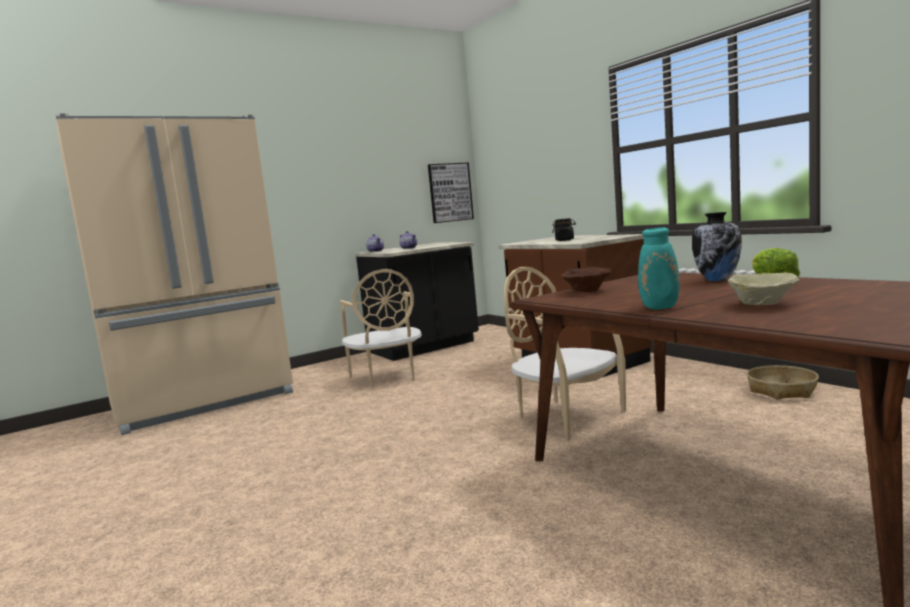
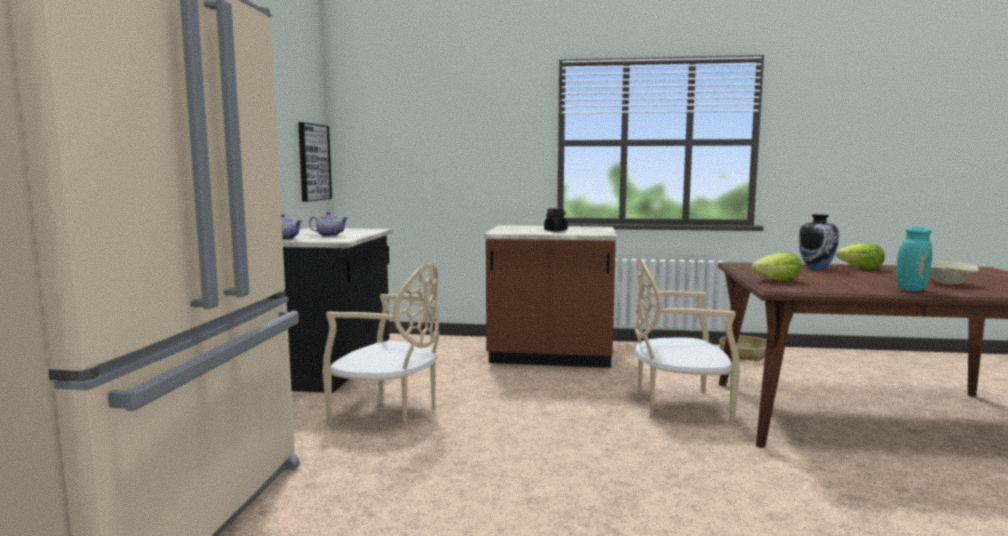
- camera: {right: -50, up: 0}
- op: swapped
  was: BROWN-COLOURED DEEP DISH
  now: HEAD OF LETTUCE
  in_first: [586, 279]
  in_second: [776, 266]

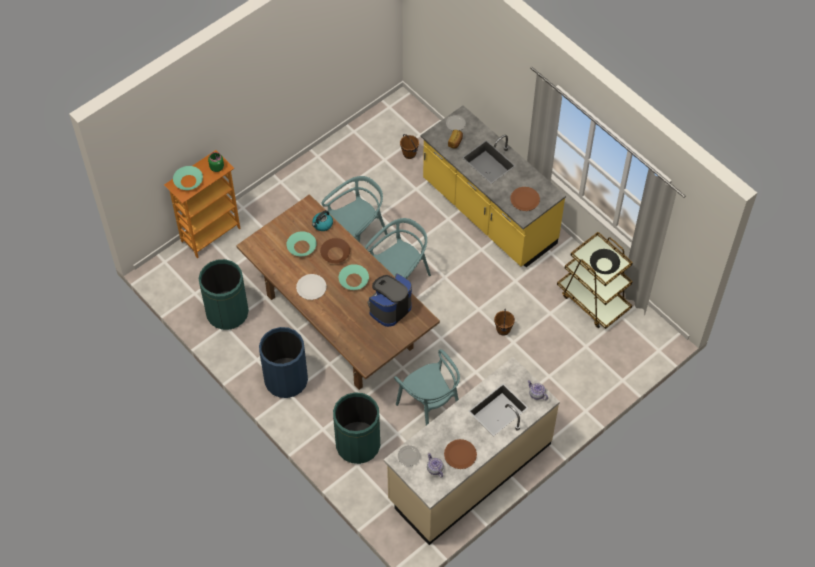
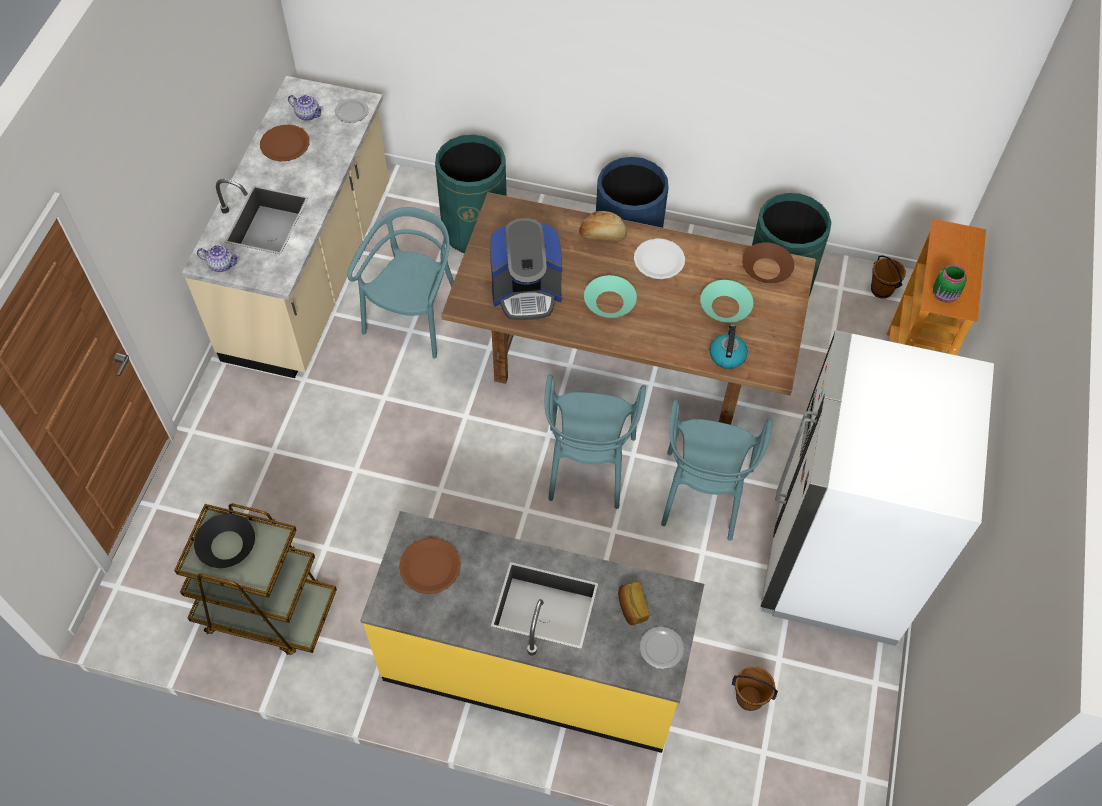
- camera: {right: 145, up: 0}
- op: gone
  was: BLUE-GREEN DEEP DISH
  in_first: [188, 178]
- op: shifted
  was: BROWN-COLOURED DEEP DISH
  in_first: [335, 250]
  in_second: [768, 262]
- op: rotated
  was: COFFEE BREWER
  in_first: [390, 300]
  in_second: [526, 269]
  clockwise: 75
- op: shifted
  was: BROWN-COLOURED PAIL
  in_first: [504, 322]
  in_second: [888, 277]
- op: rotated
  was: BLUE-GREEN CHAIR
  in_first: [427, 387]
  in_second: [400, 283]
  clockwise: 90
- op: new
  now: BAKED BREAD
  in_second: [603, 226]
- op: new
  now: WHITISH KITCHEN FRIDGE
  in_second: [877, 488]

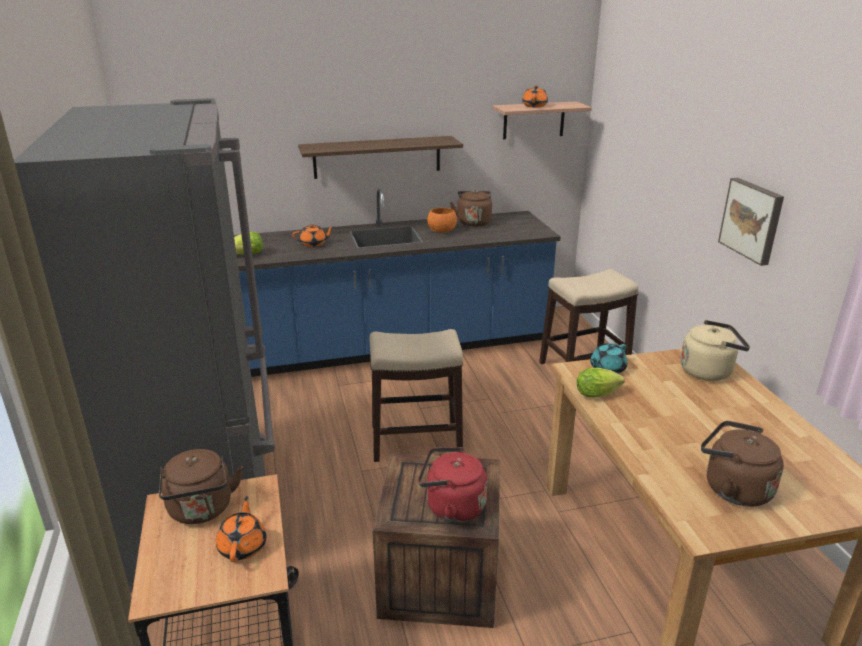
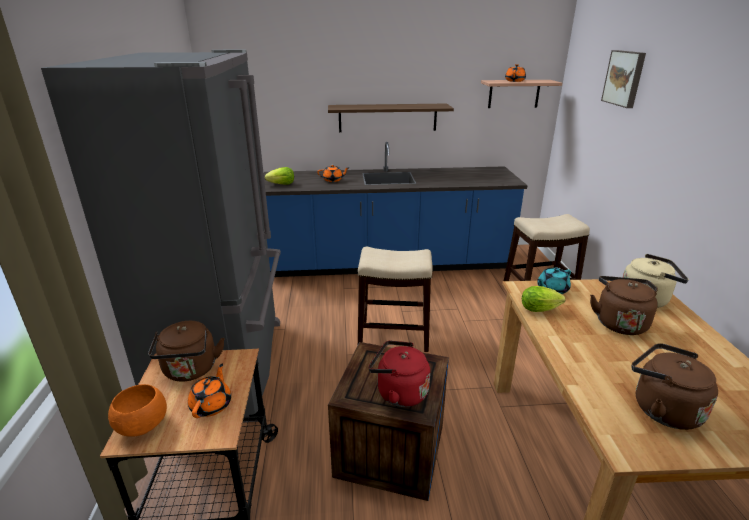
- camera: {right: 10, up: 0}
- op: shifted
  was: WALL ART
  in_first: [751, 222]
  in_second: [623, 79]
- op: shifted
  was: BROWN-COLOURED TEA KETTLE
  in_first: [471, 208]
  in_second: [624, 305]
- op: shifted
  was: ORANGE-COLOURED DEEP DISH
  in_first: [442, 220]
  in_second: [137, 410]

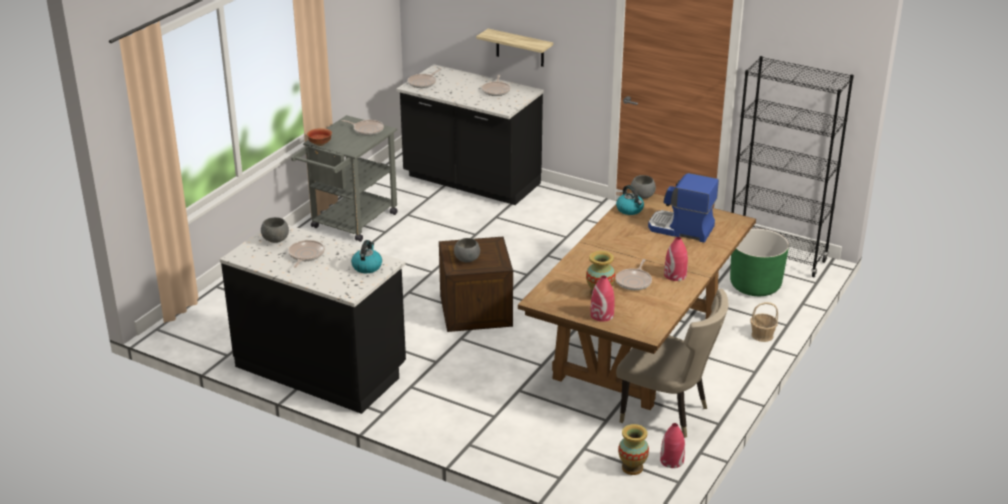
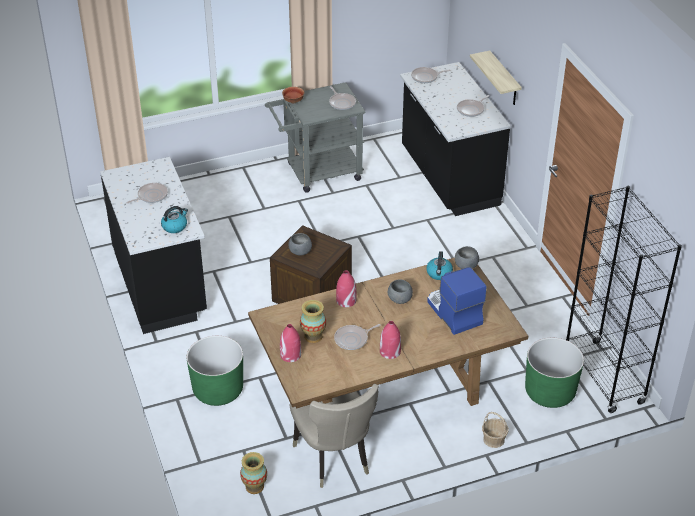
- camera: {right: 40, up: 10}
- op: shifted
  was: GRAY DEEP DISH
  in_first: [275, 230]
  in_second: [400, 291]
- op: shifted
  was: RED-COLOURED DECORATIVE VASE
  in_first: [672, 445]
  in_second: [346, 288]
- op: new
  now: GREEN-COLOURED PLANT POT
  in_second: [214, 371]

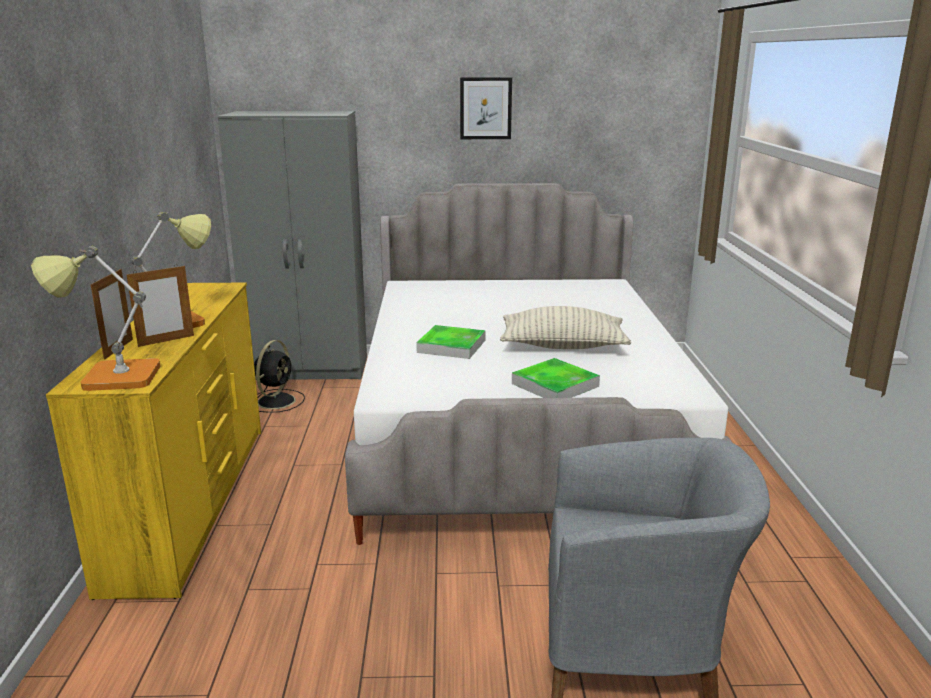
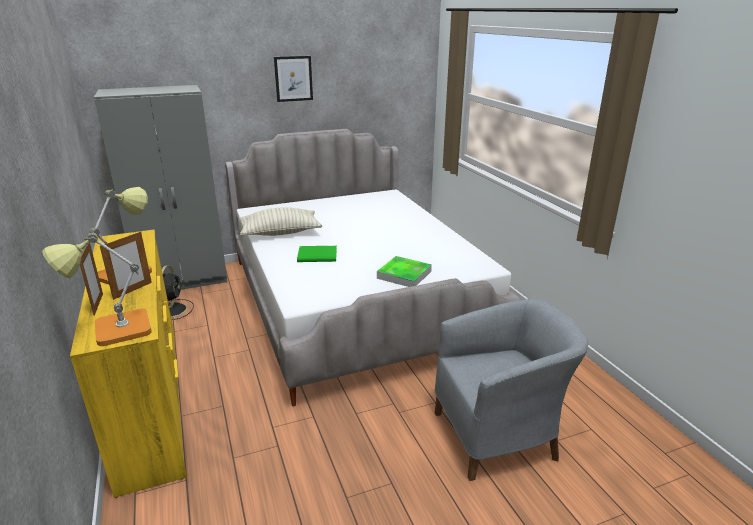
- camera: {right: -20, up: 5}
- op: shifted
  was: PILLOW
  in_first: [565, 327]
  in_second: [280, 221]
- op: swapped
  was: CARRYING TRAY
  now: GREEN-COLOURED BOOK
  in_first: [451, 342]
  in_second: [317, 254]

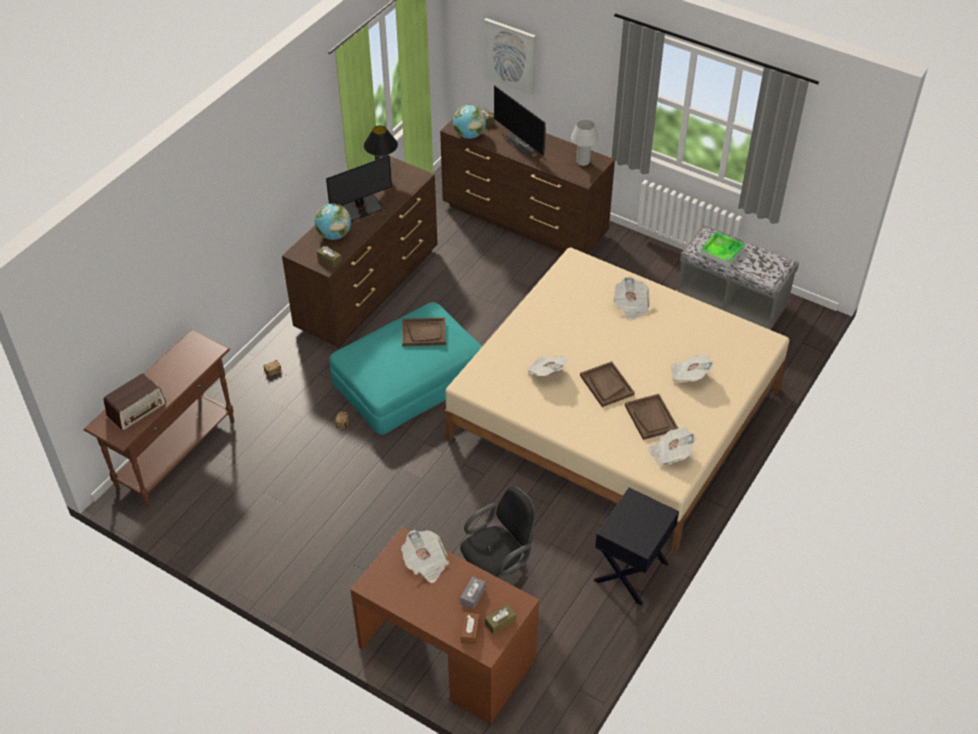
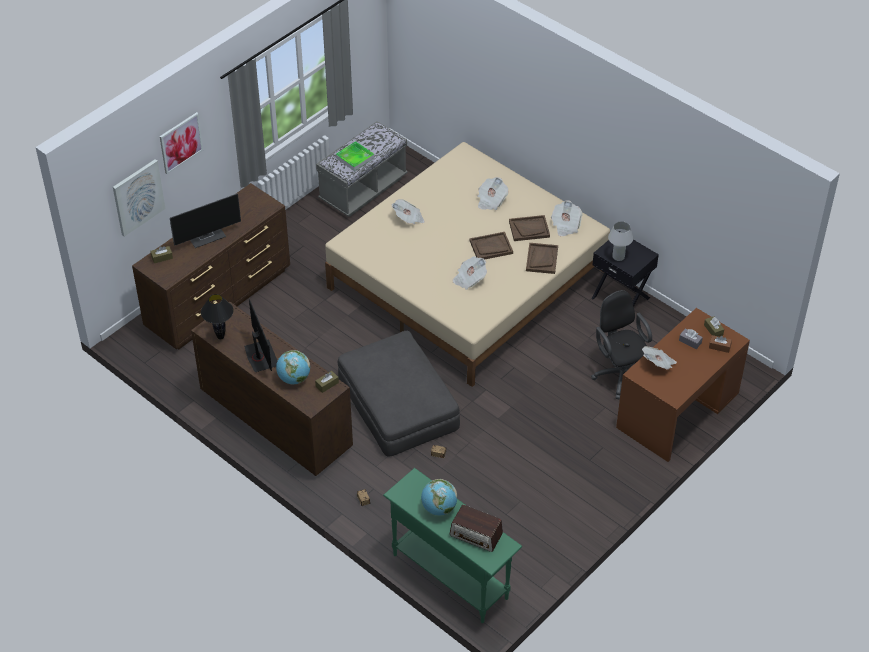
- camera: {right: -80, up: 0}
- op: shifted
  was: DESK GLOBE
  in_first: [469, 122]
  in_second: [439, 497]
- op: shifted
  was: WHITISH TABLE LAMP
  in_first: [584, 142]
  in_second: [620, 241]
- op: repainted
  was: BLUE-GREEN POUFFE
  now: GRAY POUFFE
  in_first: [405, 368]
  in_second: [399, 394]
- op: shifted
  was: BROWN-COLOURED CARRYING TRAY
  in_first: [424, 332]
  in_second: [542, 258]
- op: repainted
  was: BROWN-COLOURED HALL TABLE
  now: GREEN-COLOURED HALL TABLE
  in_first: [159, 419]
  in_second: [452, 545]
- op: rotated
  was: RADIO RECEIVER
  in_first: [135, 401]
  in_second: [476, 528]
  clockwise: 150
- op: new
  now: WALL ART
  in_second: [181, 143]

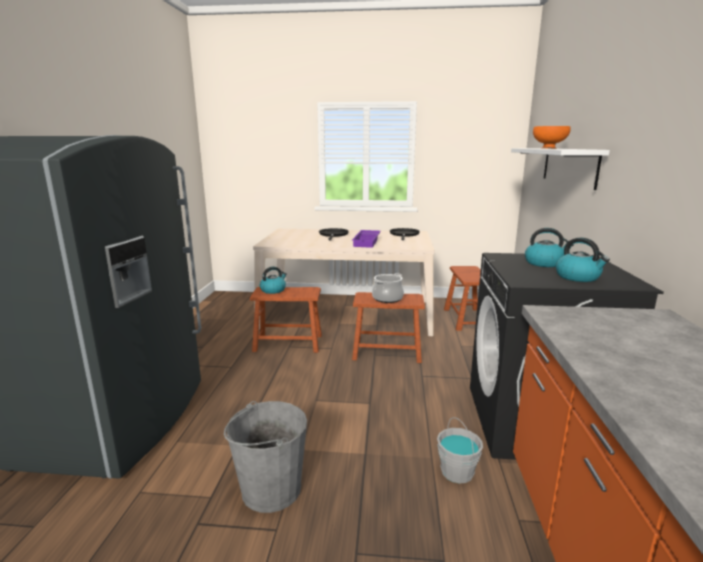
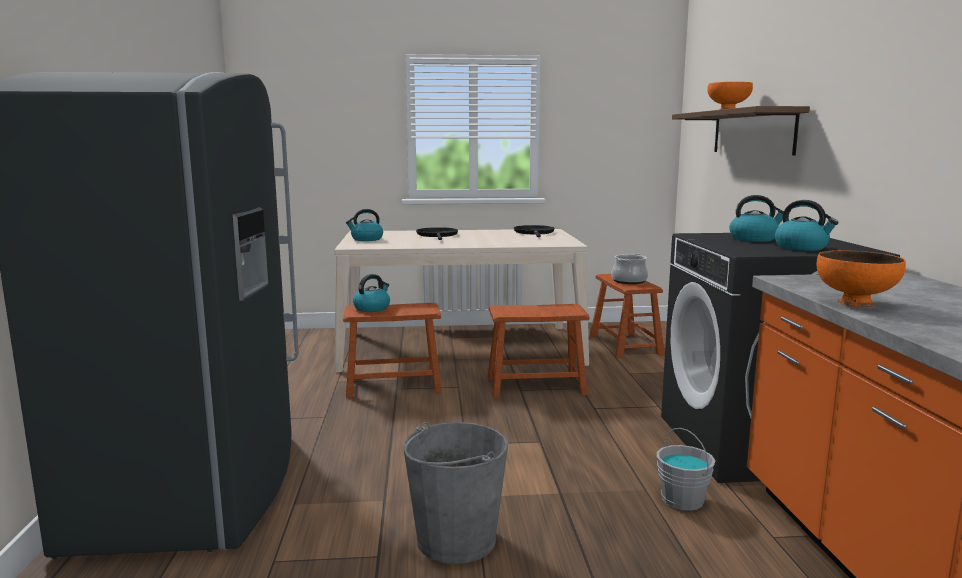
- camera: {right: -10, up: -5}
- op: repainted
  was: WHITISH SHELF
  now: BROWN-COLOURED SHELF
  in_first: [560, 169]
  in_second: [741, 130]
- op: gone
  was: PURPLISH CARRYING TRAY
  in_first: [366, 239]
- op: shifted
  was: STOCKPOT
  in_first: [388, 288]
  in_second: [629, 268]
- op: new
  now: TEA KETTLE
  in_second: [364, 225]
- op: new
  now: ORANGE-COLOURED DEEP DISH
  in_second: [861, 279]

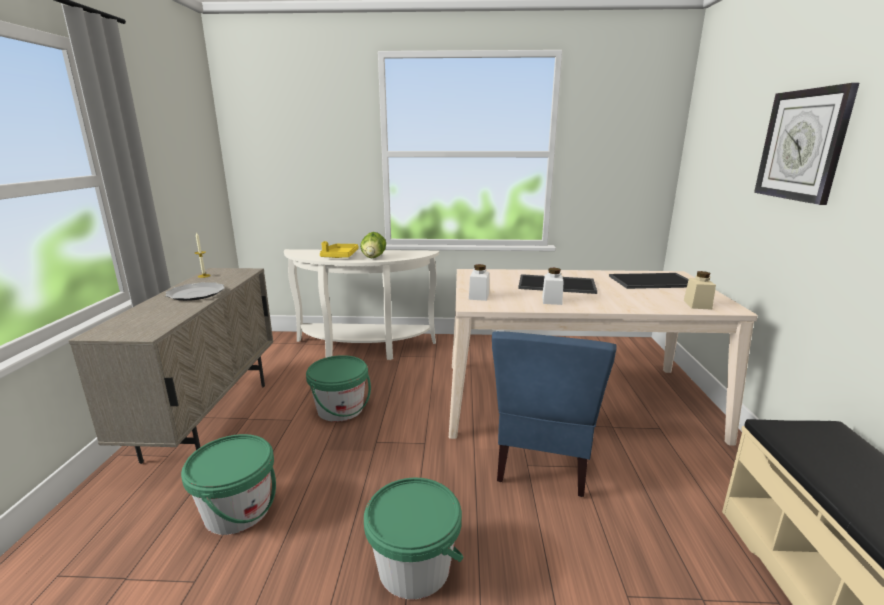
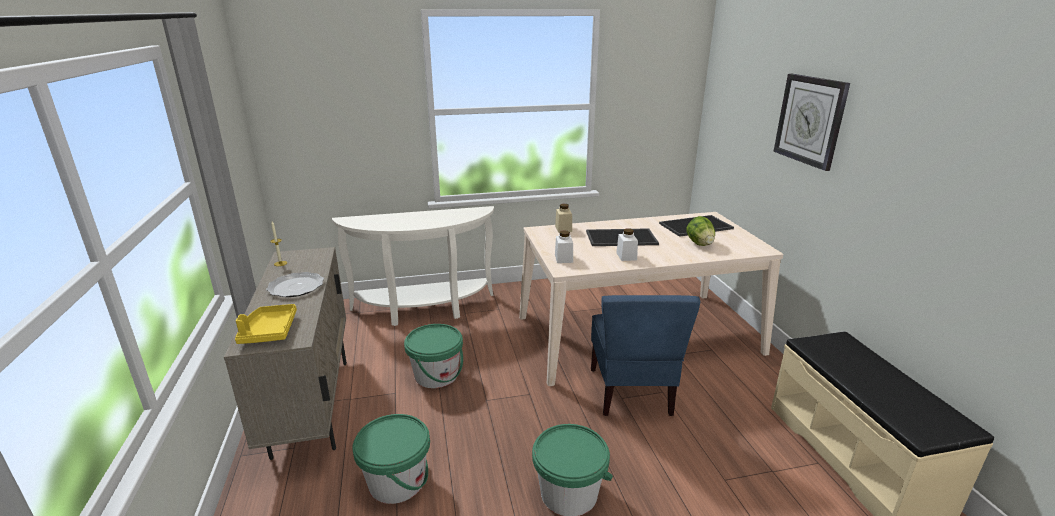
- camera: {right: -15, up: 5}
- op: shifted
  was: HEAD OF LETTUCE
  in_first: [373, 245]
  in_second: [700, 231]
- op: shifted
  was: YELLOWISH CARRYING TRAY
  in_first: [339, 249]
  in_second: [266, 324]
- op: shifted
  was: BEIGE STORAGE JAR
  in_first: [700, 290]
  in_second: [563, 218]

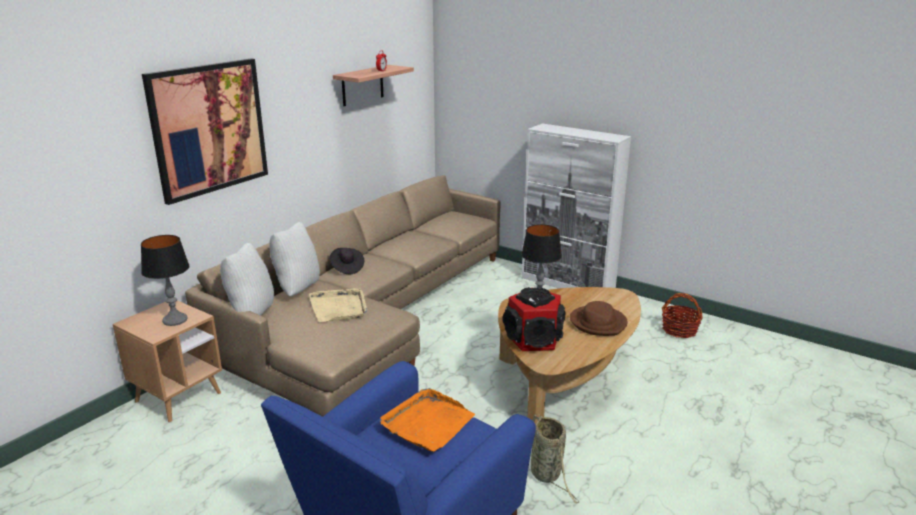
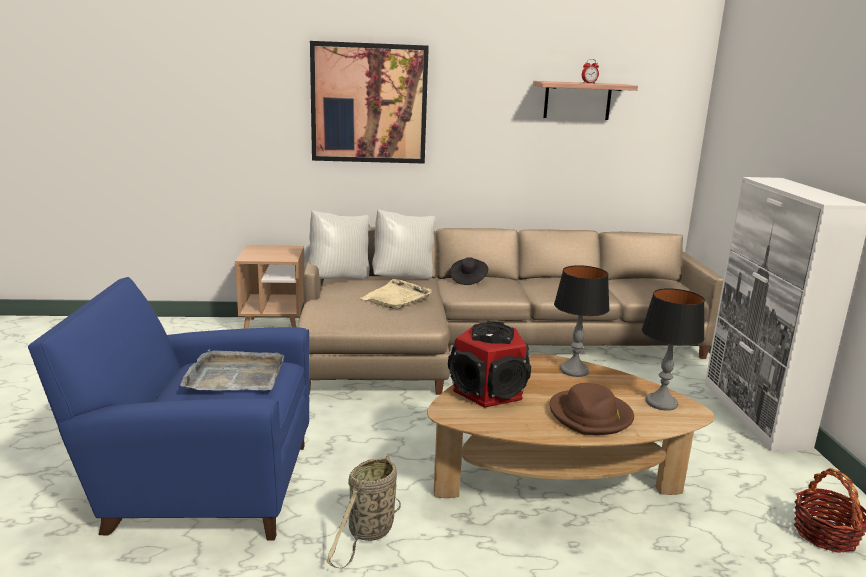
- camera: {right: 50, up: -5}
- op: shifted
  was: TABLE LAMP
  in_first: [165, 280]
  in_second: [673, 349]
- op: repainted
  was: ORANGE-COLOURED CARRYING TRAY
  now: GRAY CARRYING TRAY
  in_first: [428, 420]
  in_second: [232, 370]

